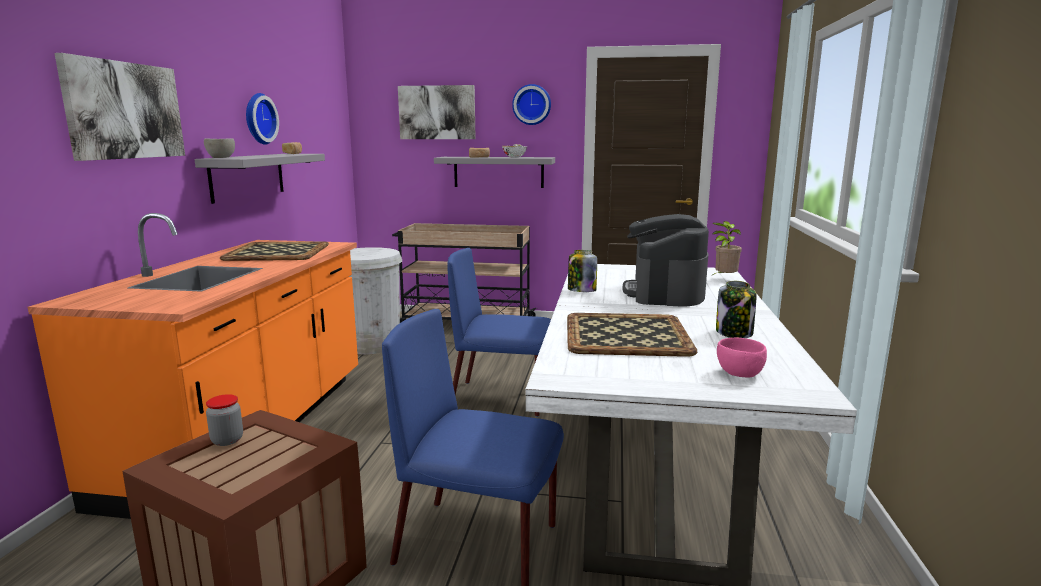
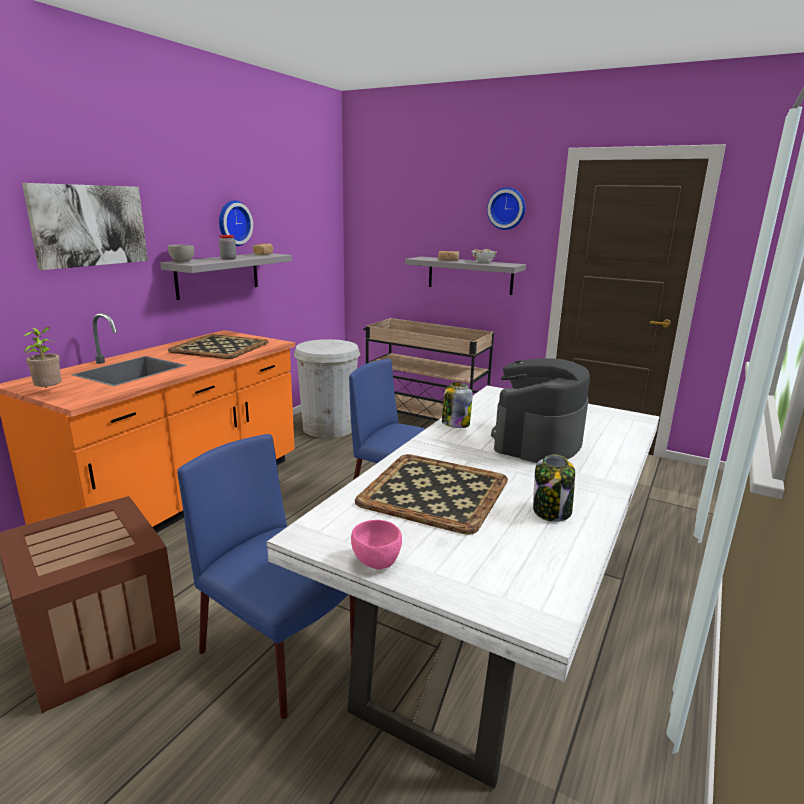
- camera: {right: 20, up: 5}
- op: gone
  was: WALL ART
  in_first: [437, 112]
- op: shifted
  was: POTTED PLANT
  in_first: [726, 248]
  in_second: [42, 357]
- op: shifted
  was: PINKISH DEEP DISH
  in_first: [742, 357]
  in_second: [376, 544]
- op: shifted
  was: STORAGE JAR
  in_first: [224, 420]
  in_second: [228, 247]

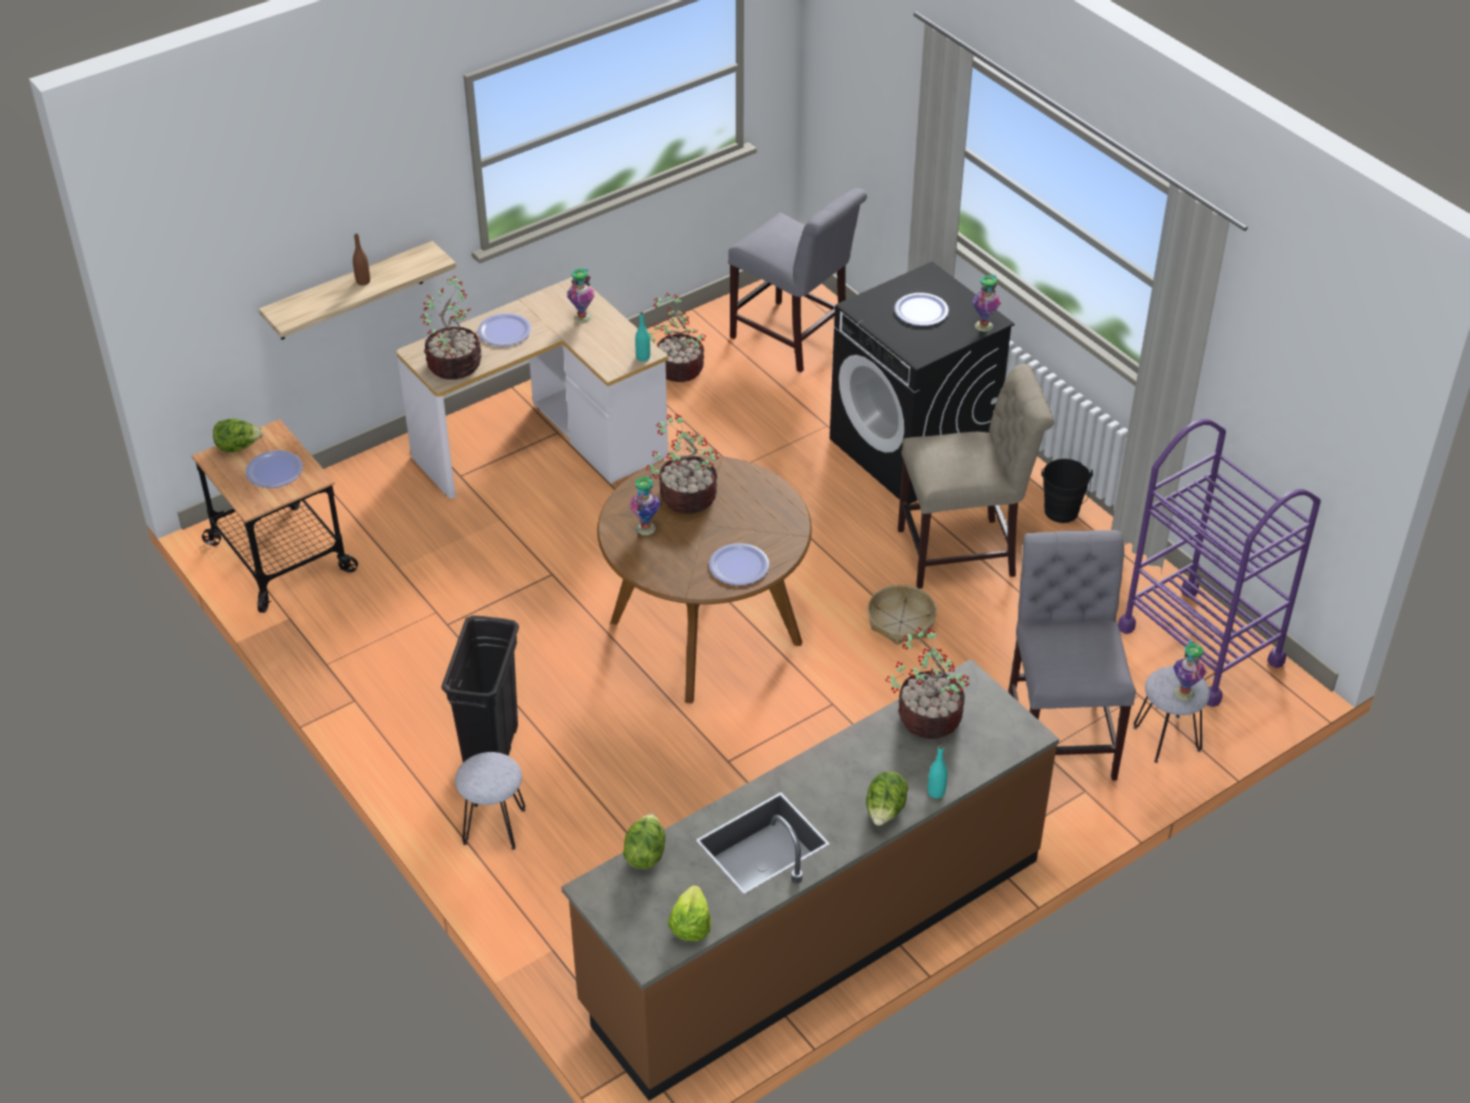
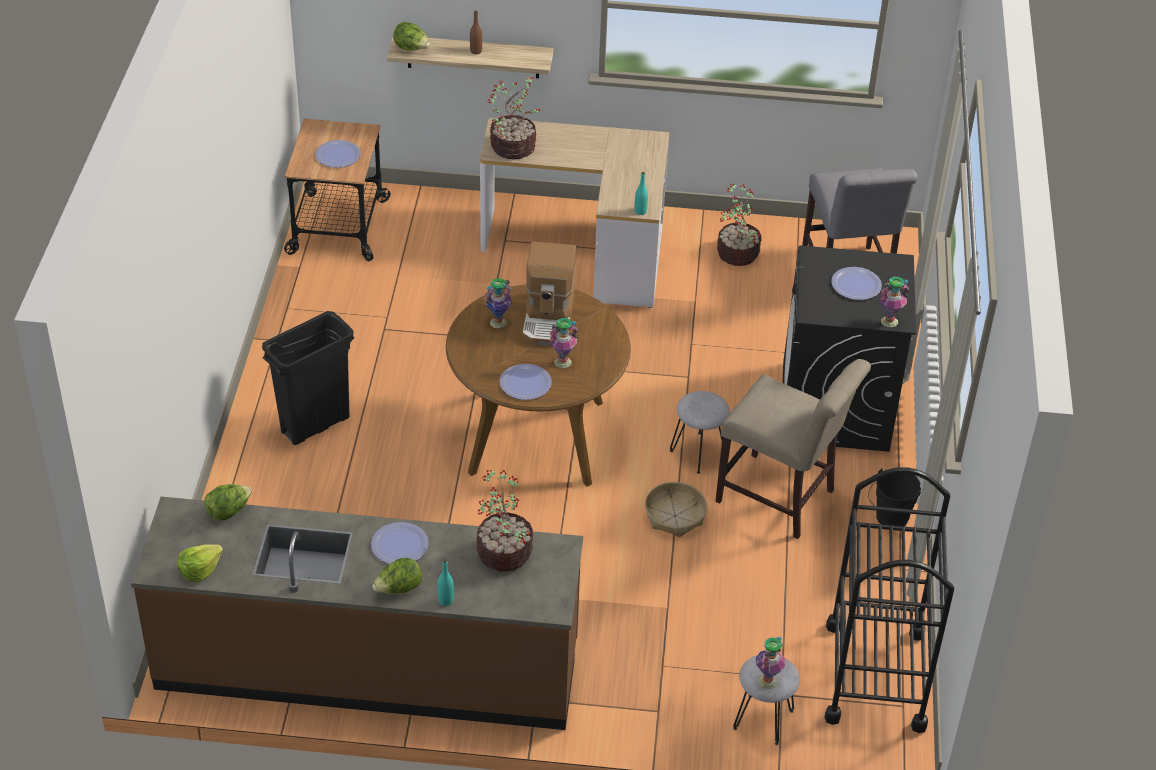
- camera: {right: 40, up: 0}
- op: shifted
  was: DECORATIVE VASE
  in_first: [581, 295]
  in_second: [564, 343]
- op: shifted
  was: DINNER PLATE
  in_first: [504, 329]
  in_second: [400, 543]
- op: swapped
  was: POTTED PLANT
  now: COFFEE BREWER
  in_first: [682, 464]
  in_second: [549, 294]
- op: shifted
  was: HEAD OF LETTUCE
  in_first: [238, 435]
  in_second: [411, 36]
- op: repainted
  was: PURPLISH WHEELED CART
  now: BLACK-COLOURED WHEELED CART
  in_first: [1219, 563]
  in_second: [889, 600]
- op: gone
  was: GRAY CHAIR
  in_first: [1072, 655]
- op: shifted
  was: GRAY STOOL
  in_first: [490, 801]
  in_second: [700, 432]

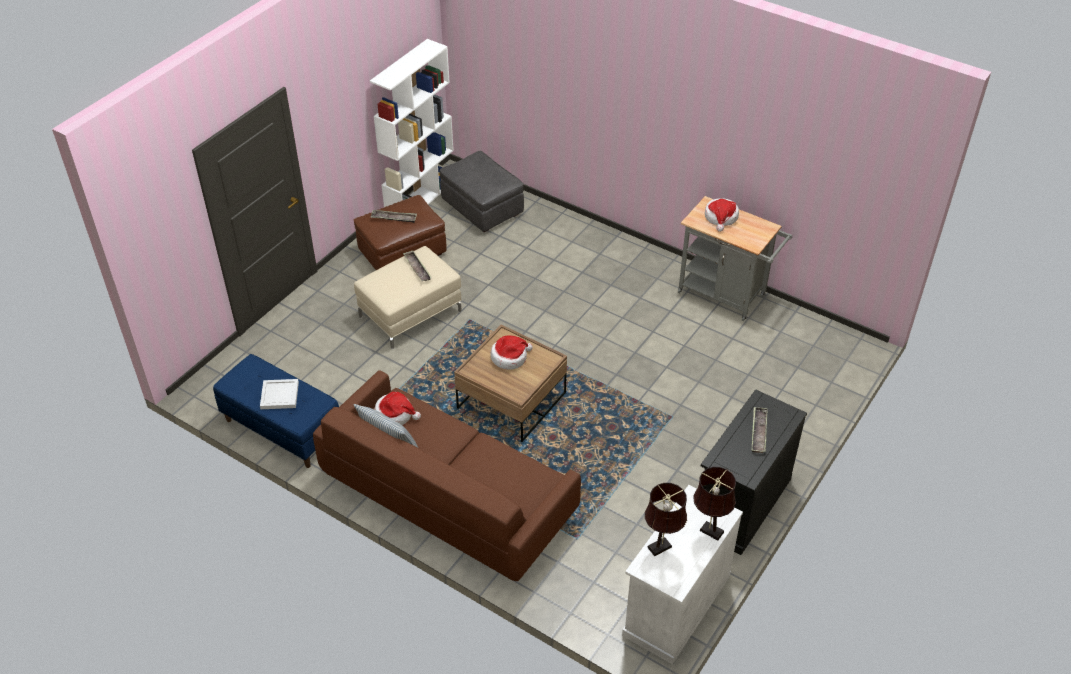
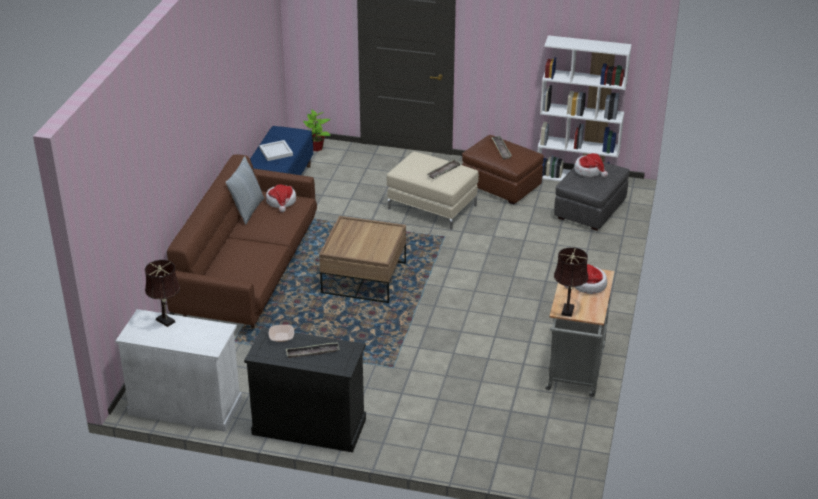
- camera: {right: 70, up: -10}
- op: shifted
  was: CLOTHING HAT
  in_first: [512, 353]
  in_second: [591, 165]
- op: shifted
  was: BROWN-COLOURED TABLE LAMP
  in_first: [714, 504]
  in_second: [571, 282]
- op: new
  now: POTTED PLANT
  in_second: [317, 130]
- op: new
  now: DEEP DISH
  in_second: [281, 333]

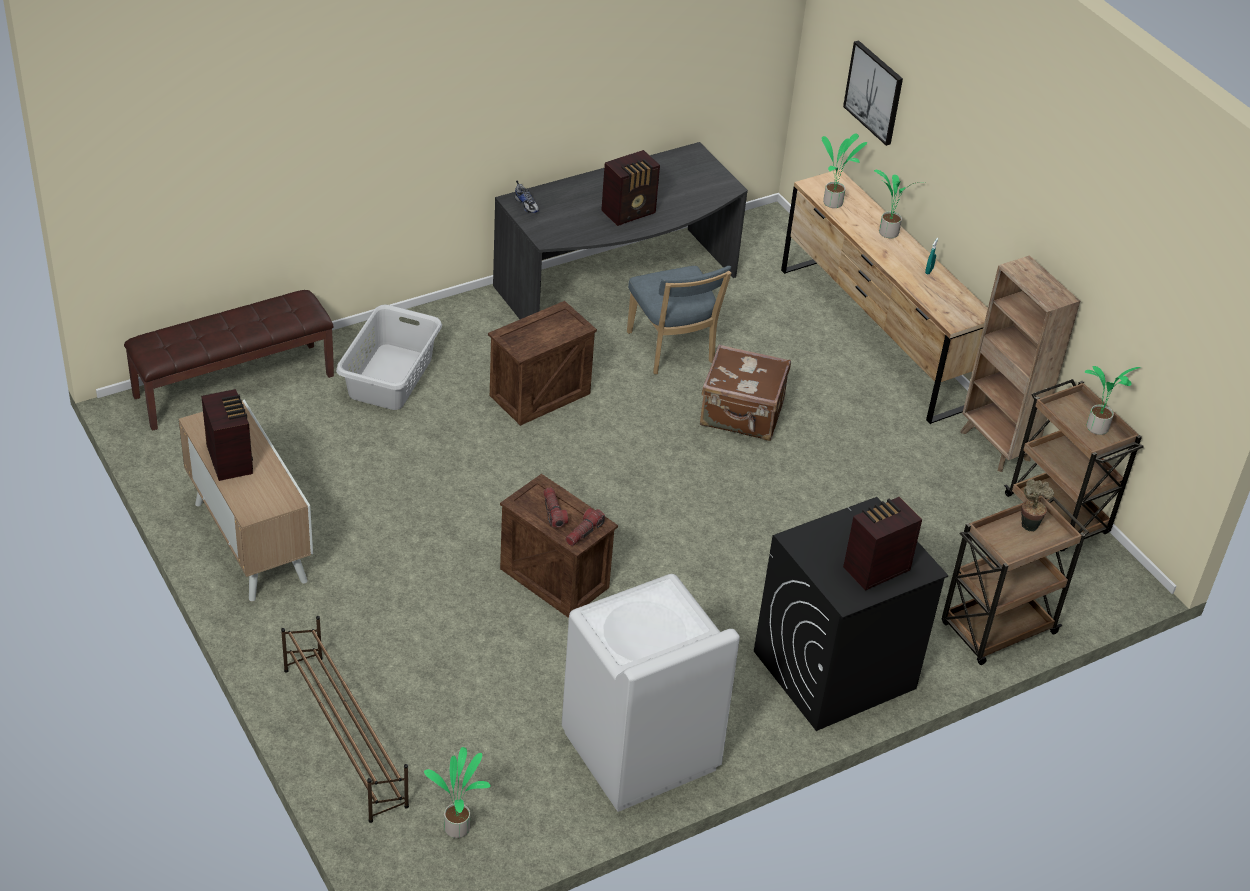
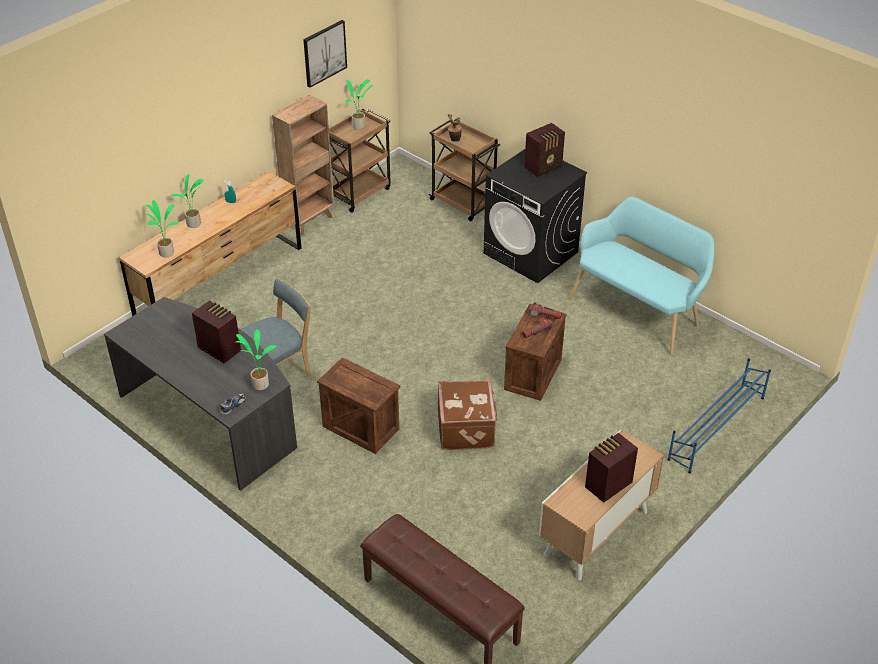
- camera: {right: -105, up: 0}
- op: shifted
  was: WALL ART
  in_first: [873, 93]
  in_second: [325, 54]
- op: gone
  was: GRAY HAMPER
  in_first: [389, 357]
- op: shifted
  was: BROWN-COLOURED SUITCASE
  in_first: [745, 393]
  in_second: [468, 414]
- op: rotated
  was: RADIO RECEIVER
  in_first: [882, 544]
  in_second: [544, 150]
  clockwise: -75
- op: swapped
  was: WHITISH LAUNDRY MACHINE
  now: BLUE-GREEN LONG SEAT
  in_first: [651, 693]
  in_second: [642, 276]
- op: repainted
  was: BROWN-COLOURED SHOE SHELF
  now: BLUE-COLOURED SHOE SHELF
  in_first: [345, 719]
  in_second: [719, 415]
- op: shifted
  was: POTTED PLANT
  in_first: [457, 792]
  in_second: [256, 360]

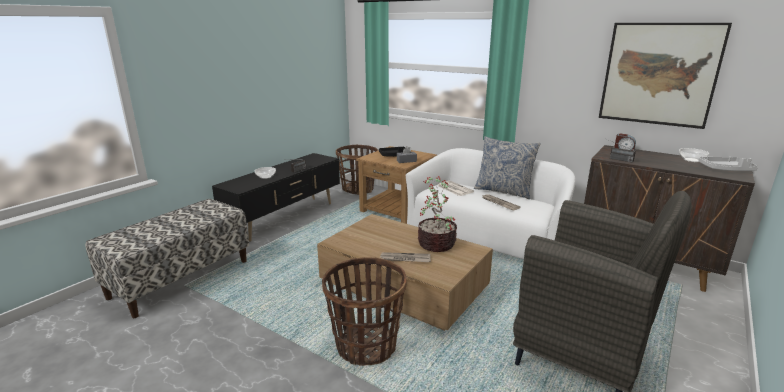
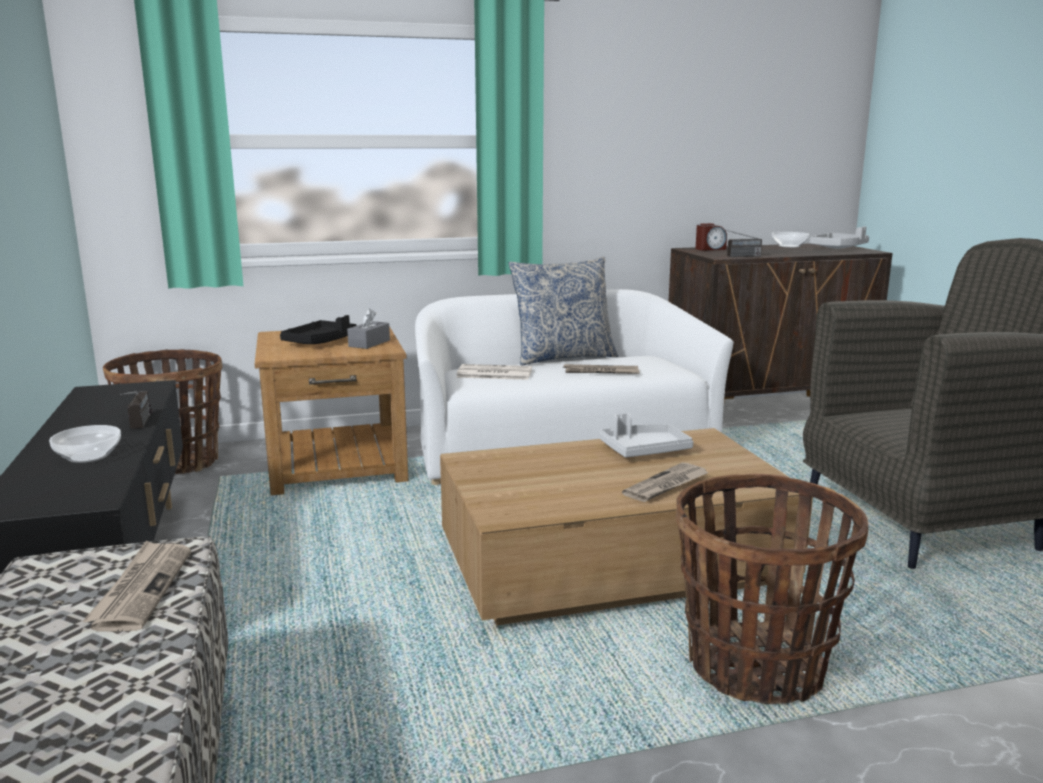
- camera: {right: -50, up: -5}
- op: gone
  was: WALL ART
  in_first: [665, 76]
- op: swapped
  was: POTTED PLANT
  now: GRAY CARRYING TRAY
  in_first: [437, 214]
  in_second: [646, 435]
- op: new
  now: DAILY PAPER
  in_second: [136, 585]

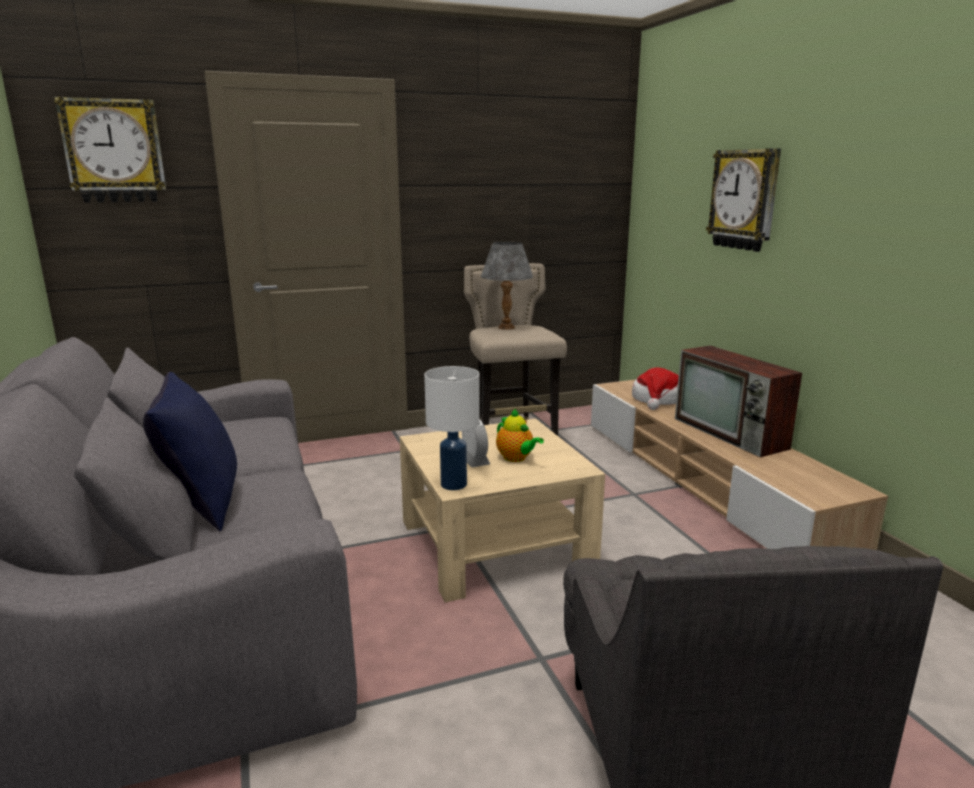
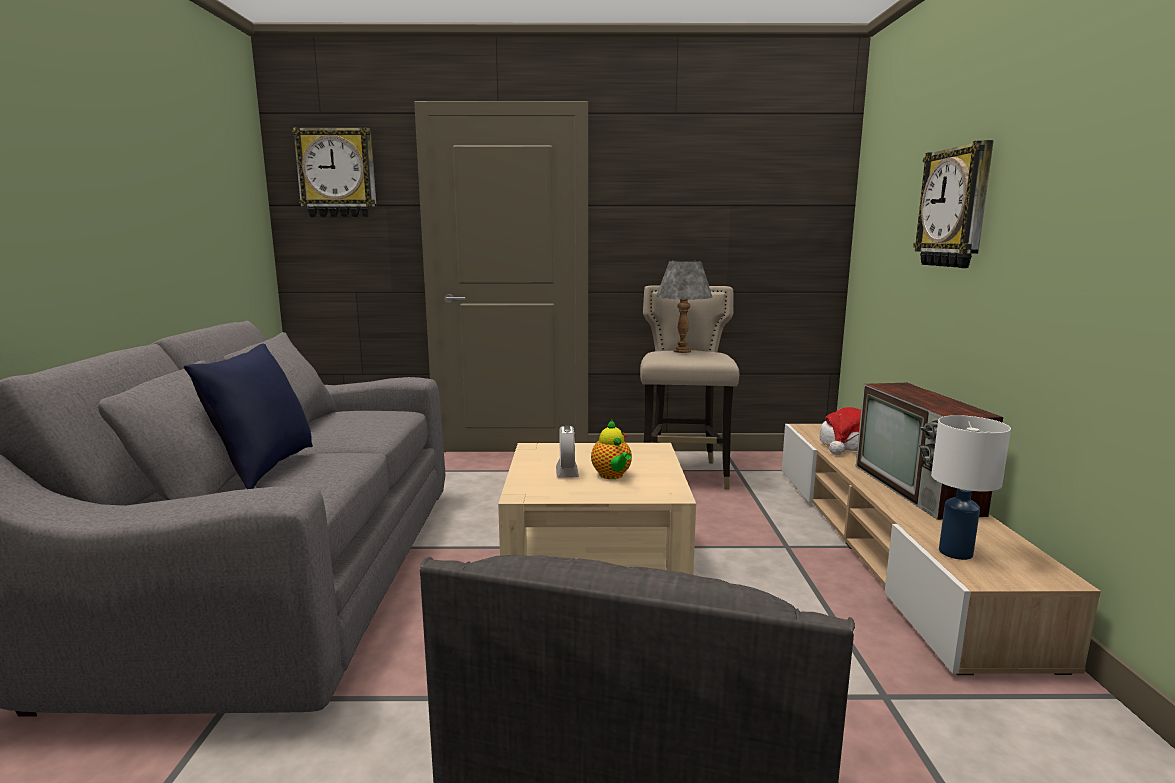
- camera: {right: 20, up: -5}
- op: shifted
  was: WHITISH TABLE LAMP
  in_first: [452, 428]
  in_second: [971, 487]

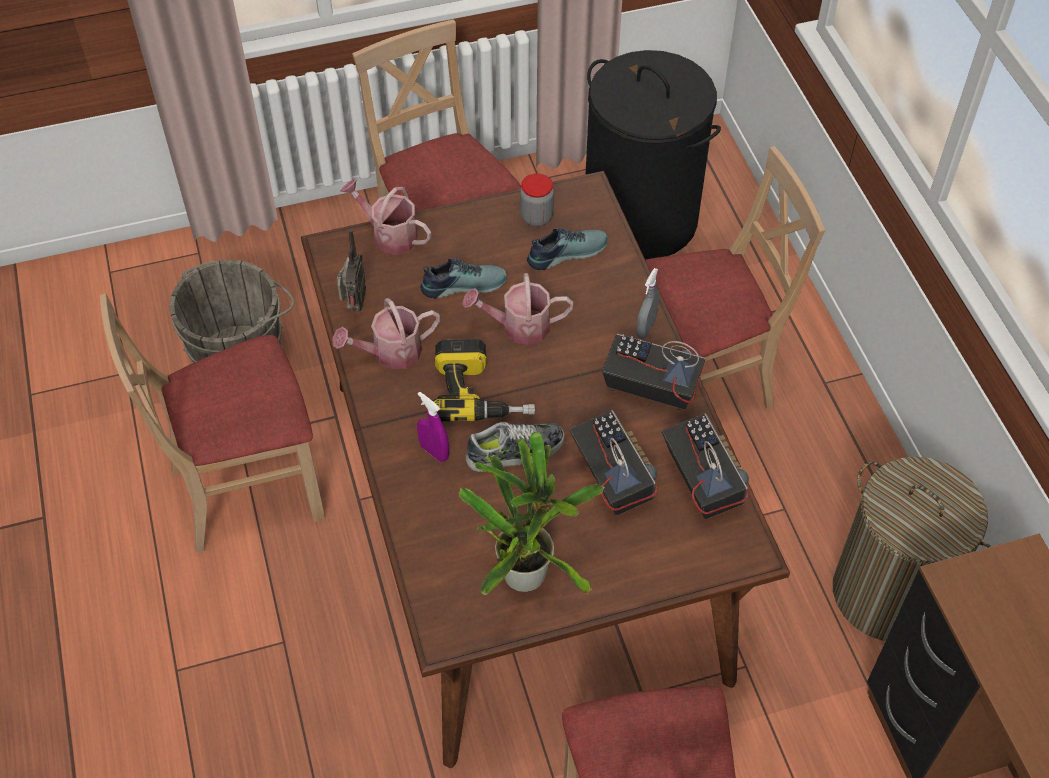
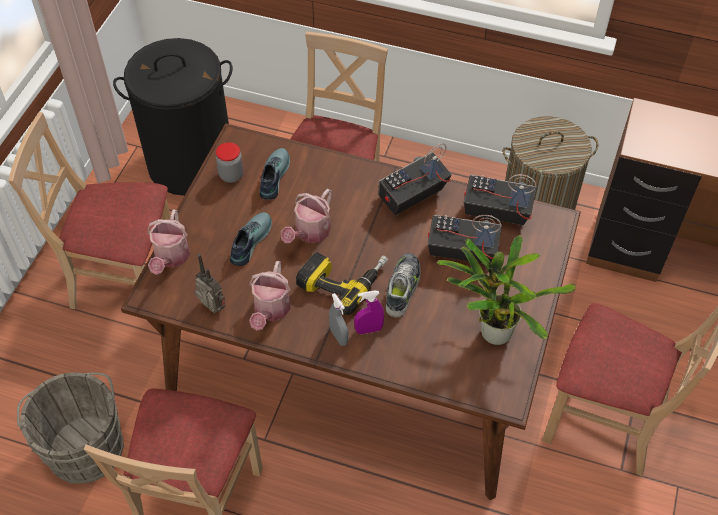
- camera: {right: -55, up: 0}
- op: rotated
  was: WATERING CAN
  in_first: [385, 217]
  in_second: [168, 242]
  clockwise: -60
- op: shifted
  was: GRAY SPRAY BOTTLE
  in_first: [647, 303]
  in_second: [338, 319]

